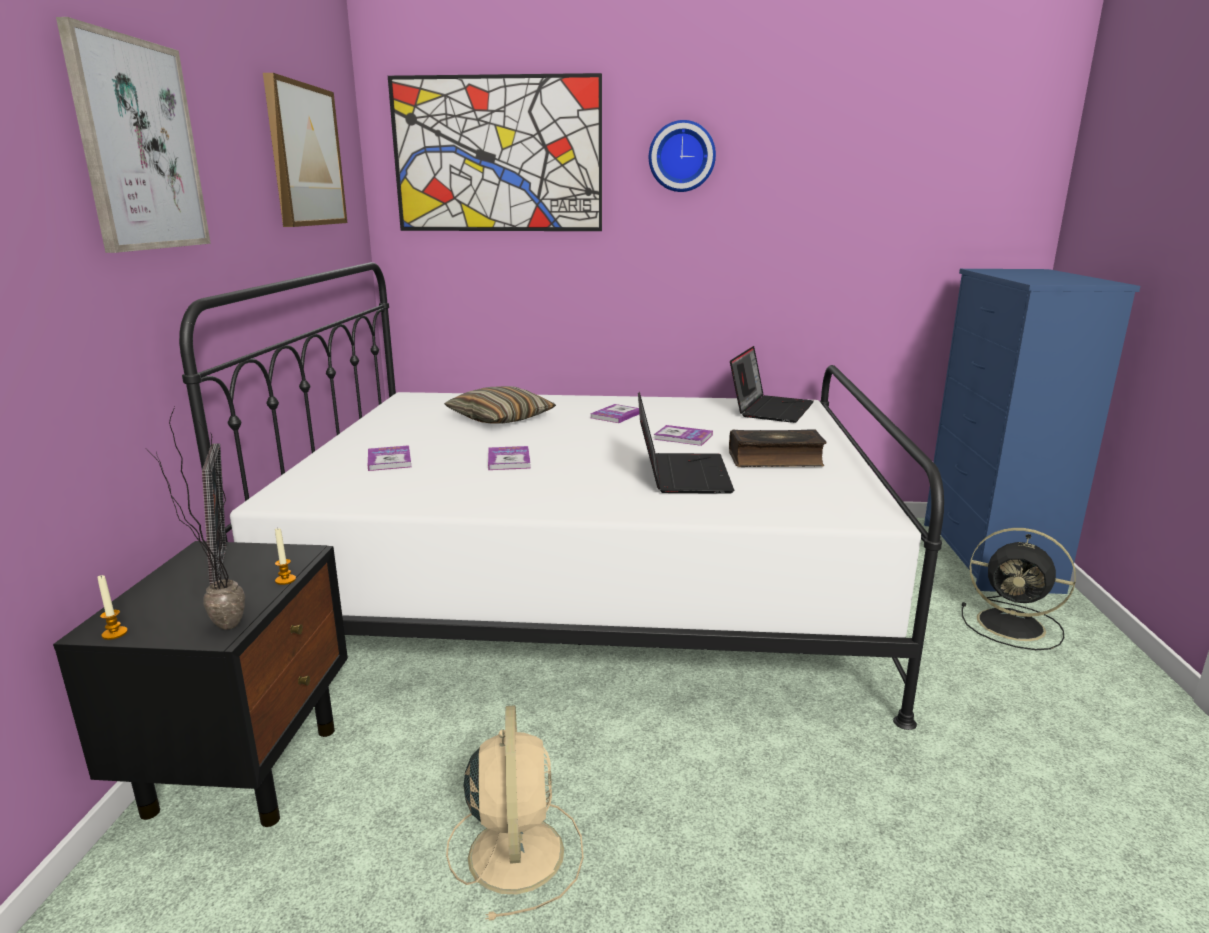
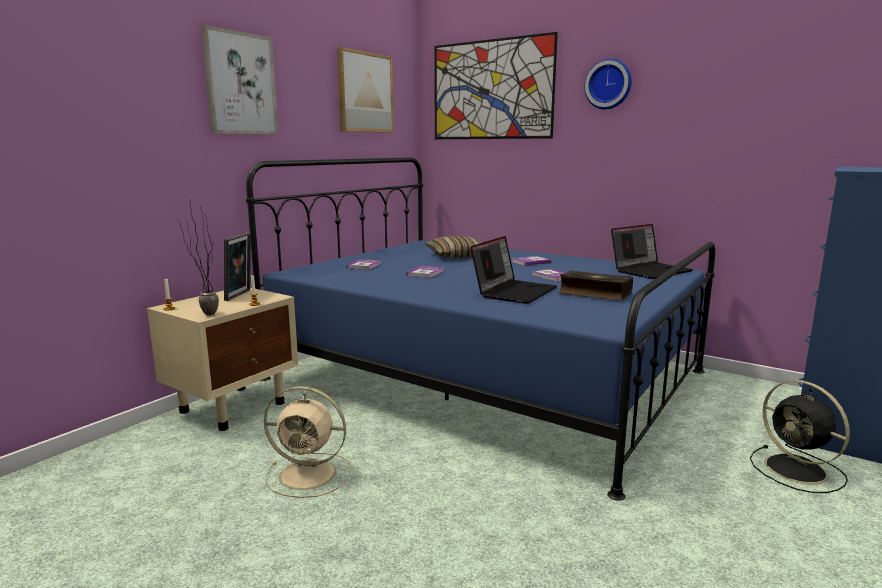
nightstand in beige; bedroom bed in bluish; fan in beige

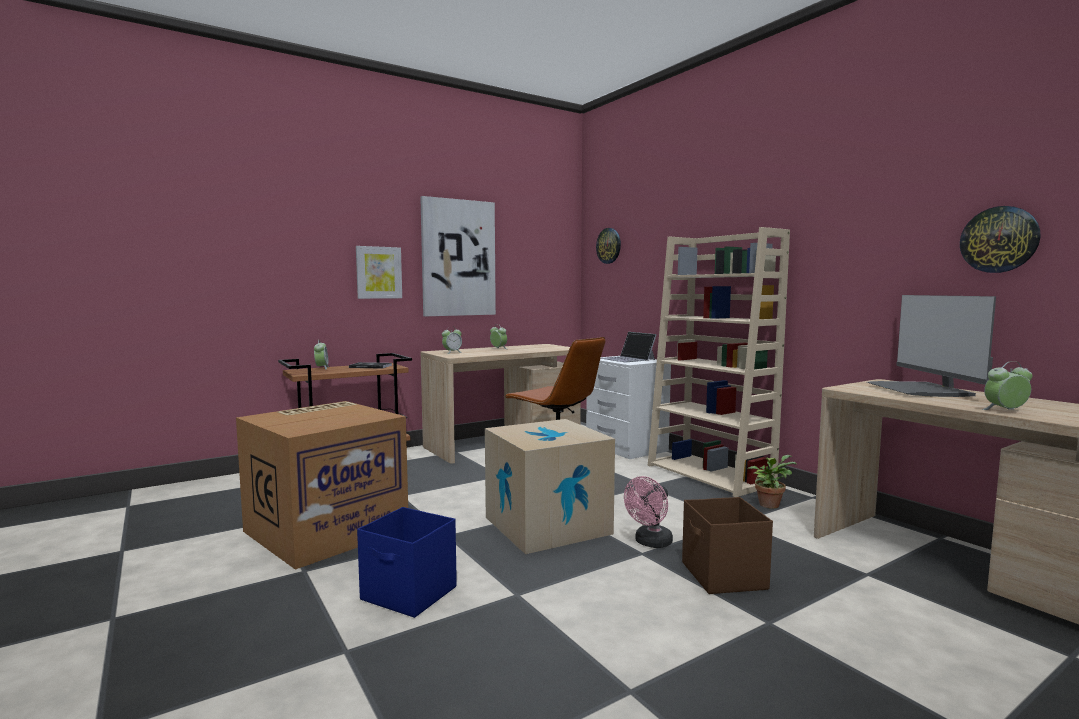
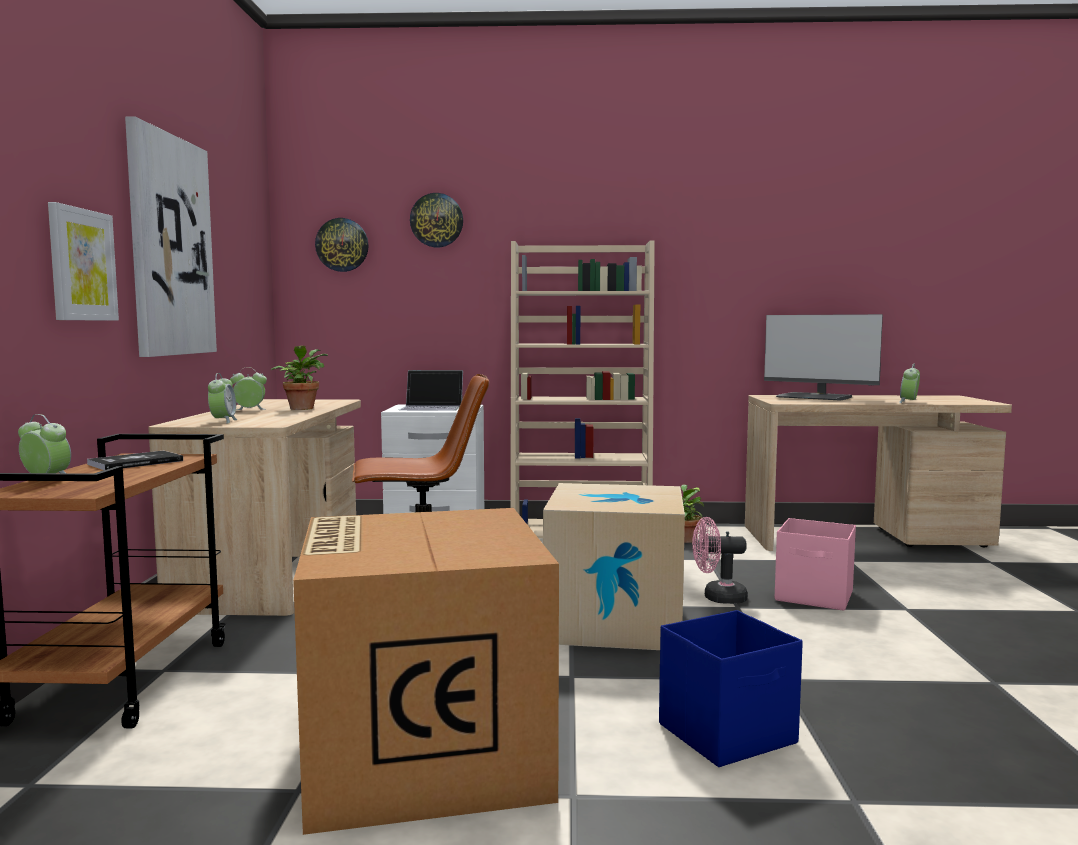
fan in pink-coloured; storage bin in pink-coloured; hanging clock (no. 2 from left); potted plant (no. 1 from left)

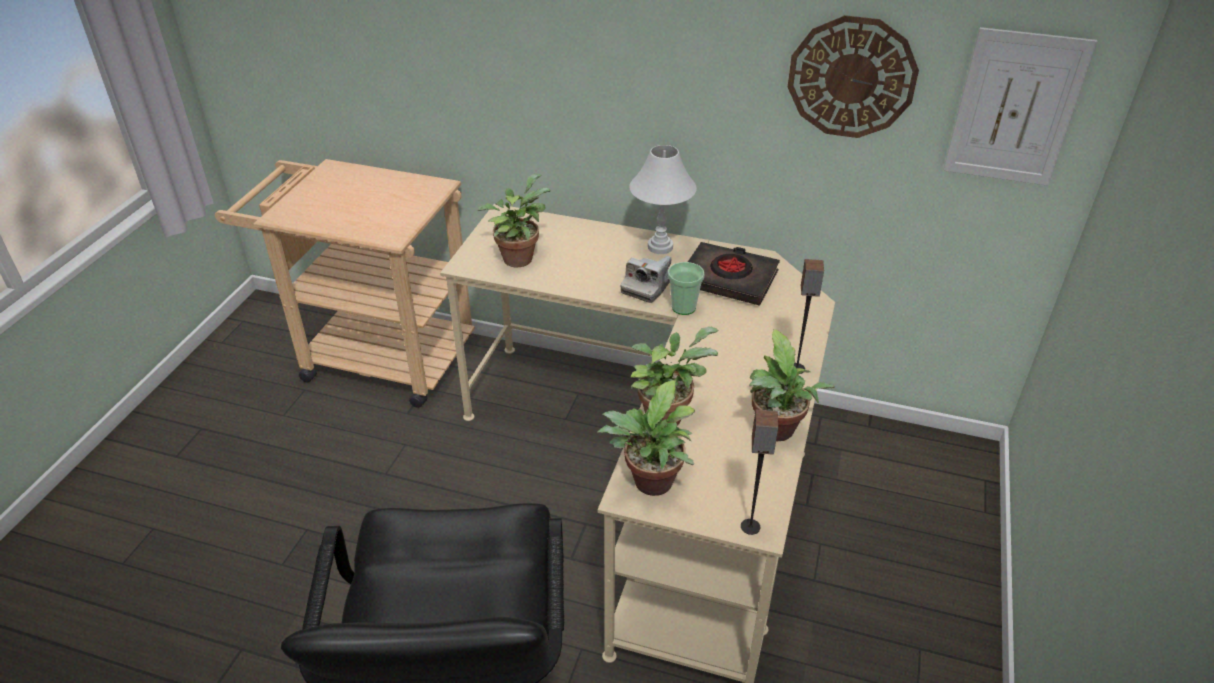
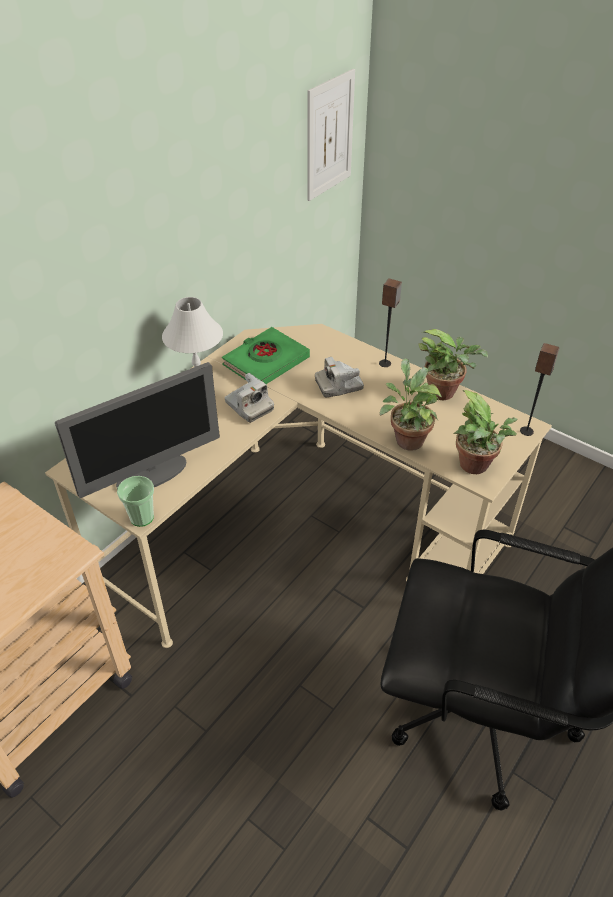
computer screen; small cup; book in green-coloured; hanging clock; still camera (no. 2 from left)

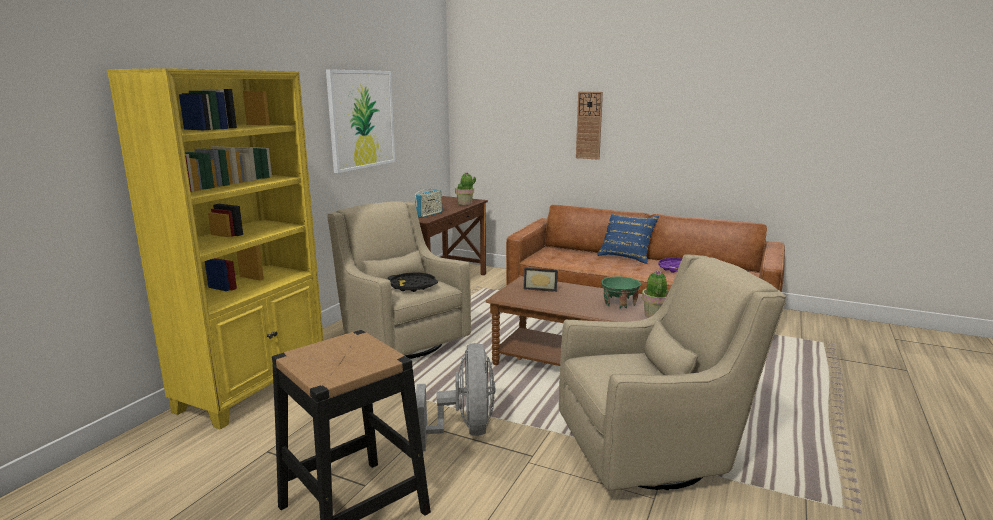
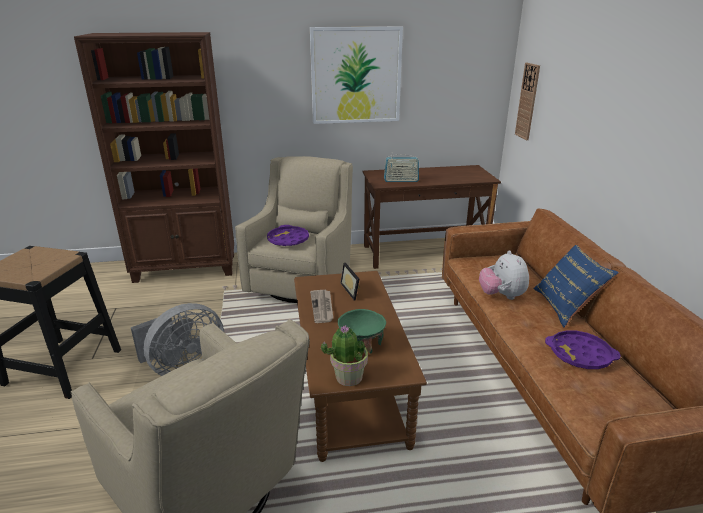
bookshelf in brownish; tray in purple-coloured (no. 1 from left); potted plant (no. 1 from left in the first image); hanging clock; daily paper; plush toy

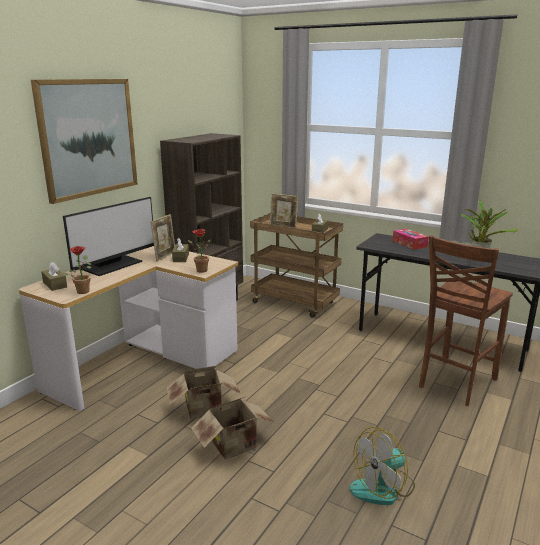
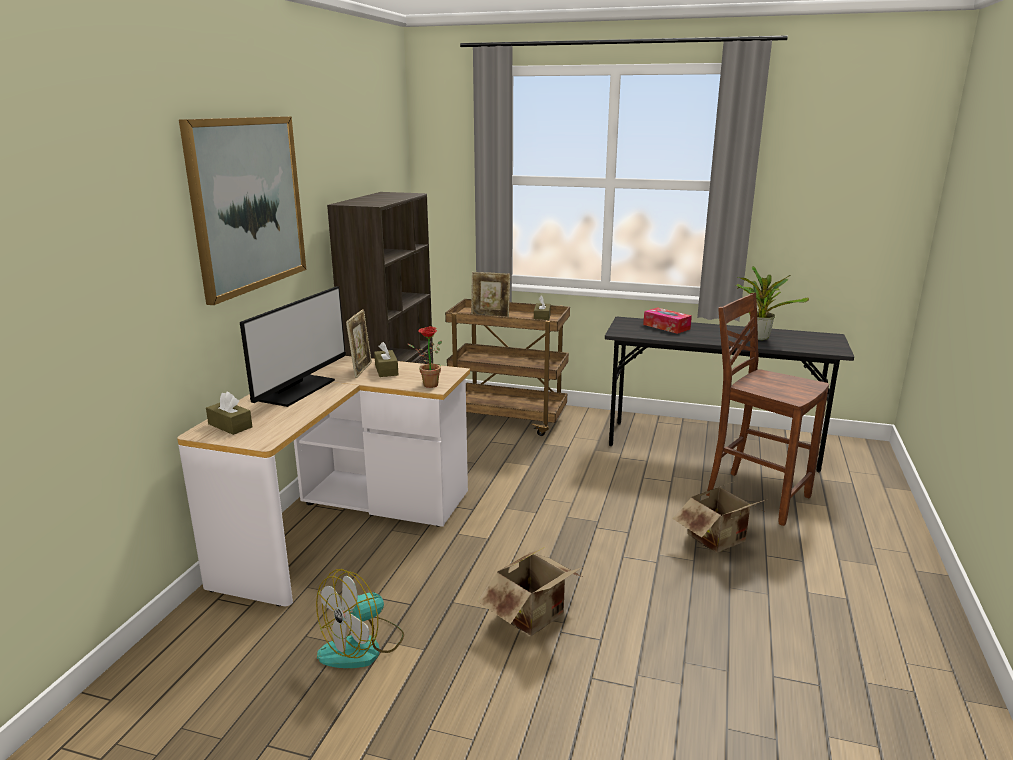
potted plant (no. 1 from left in the first image); cardboard box (no. 2 from left); fan; plain chair in brownish

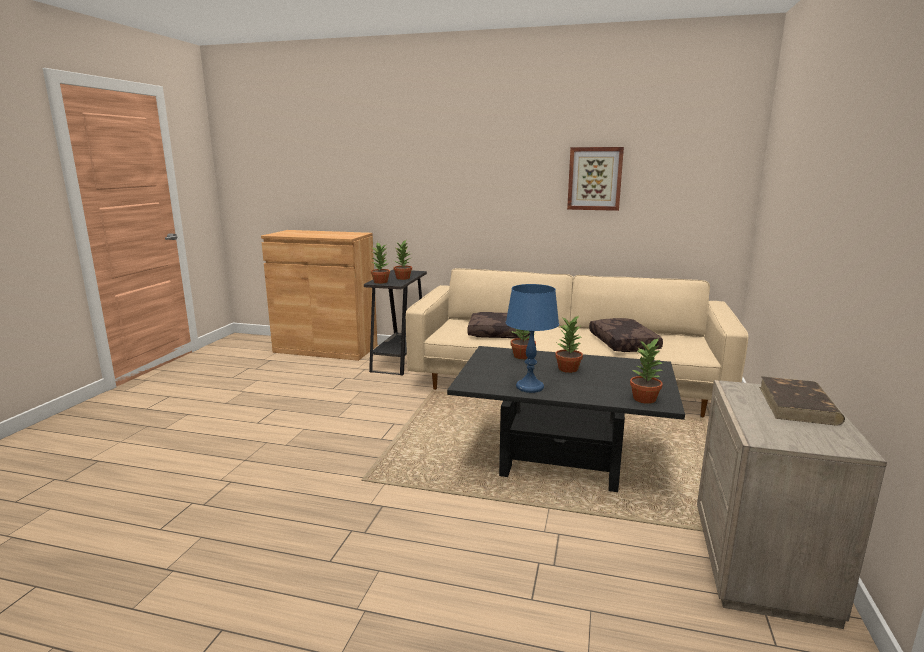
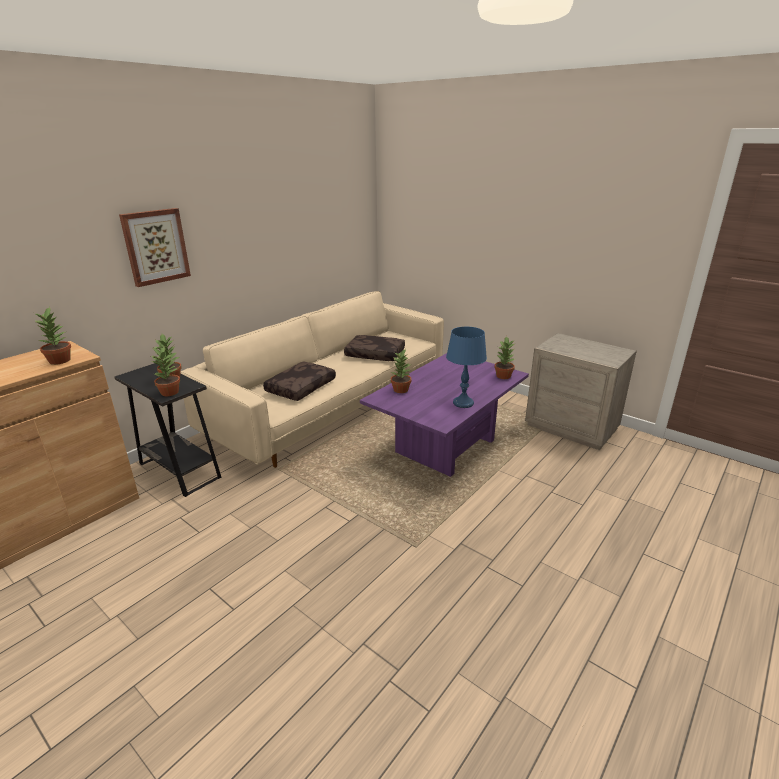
coffee table in purple-coloured; potted plant (no. 1 from left); wall art; book in brownish

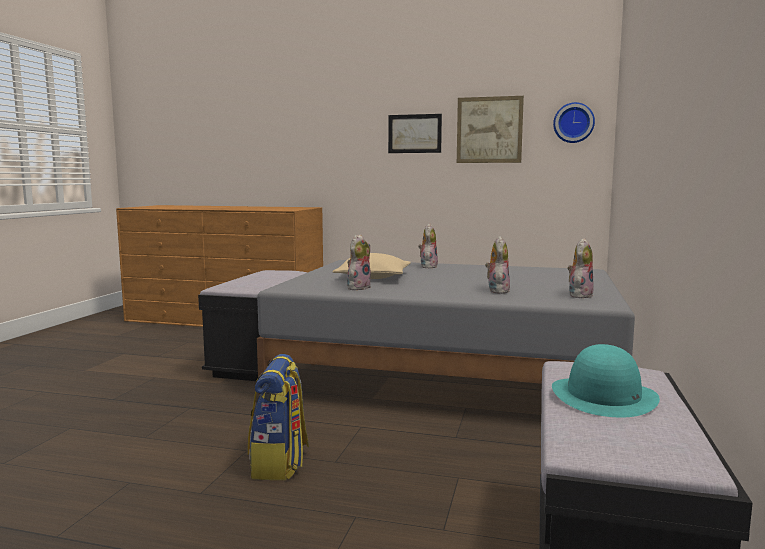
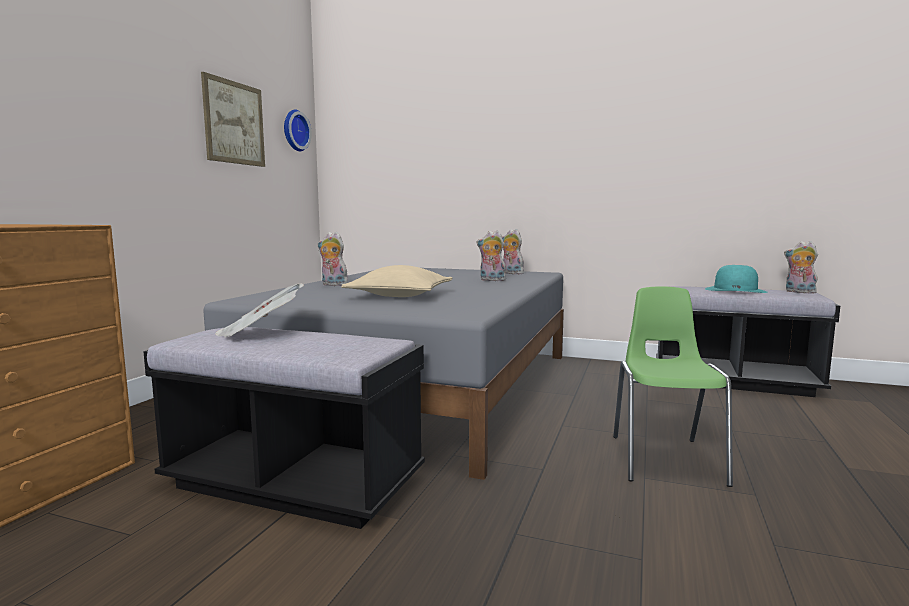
plain chair in green-coloured; plush toy (no. 4 from left); wall art (no. 1 from left in the first image); daily paper

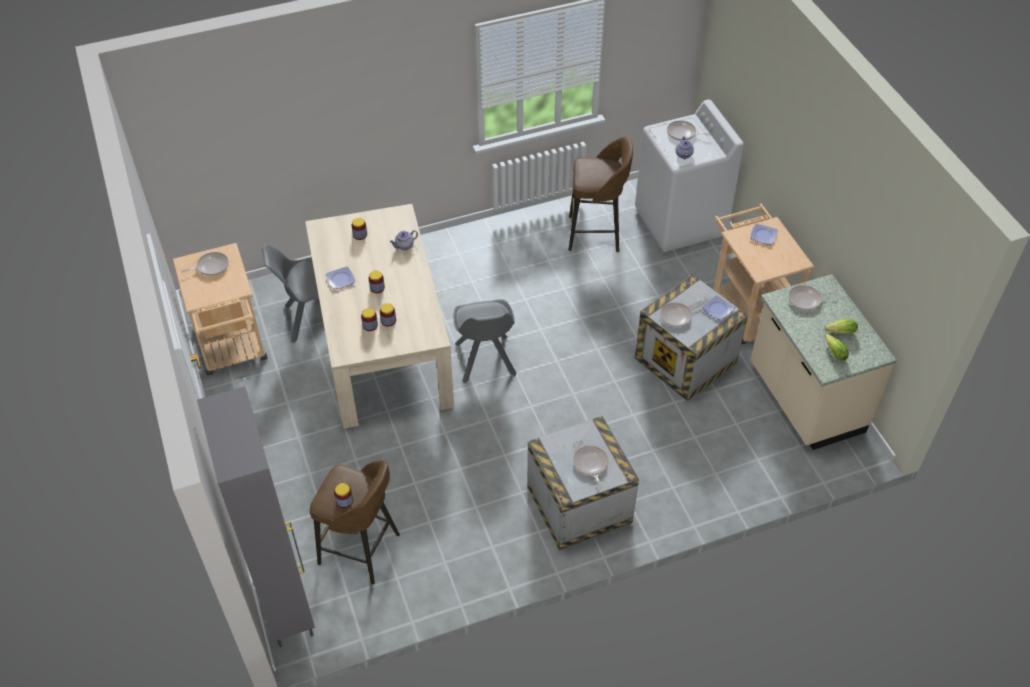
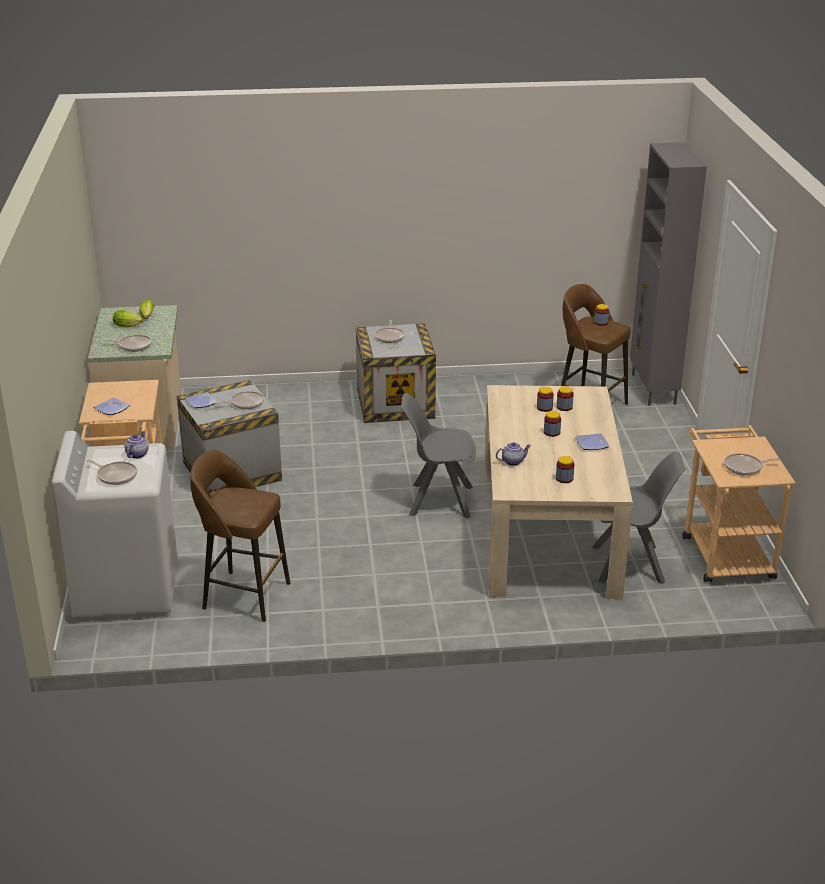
plain chair in grey (no. 1 from left)

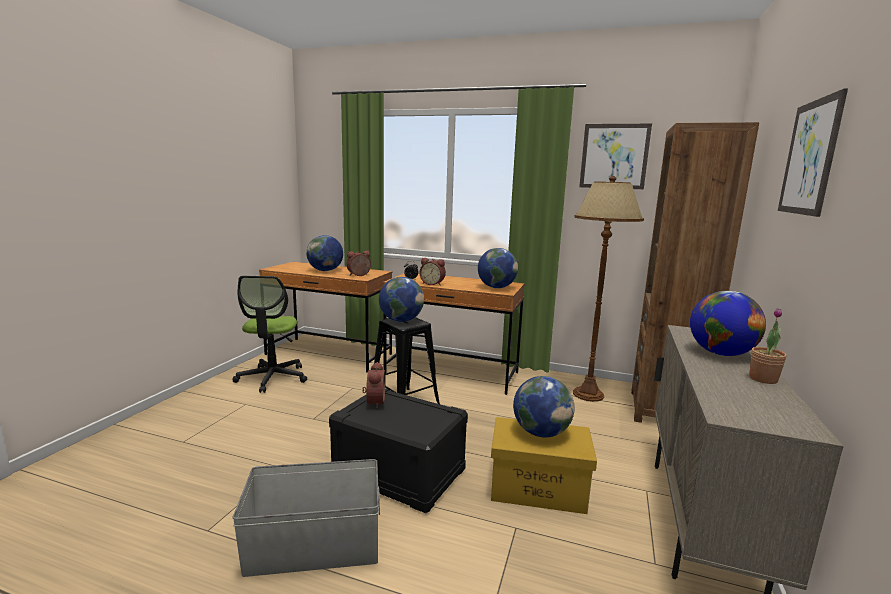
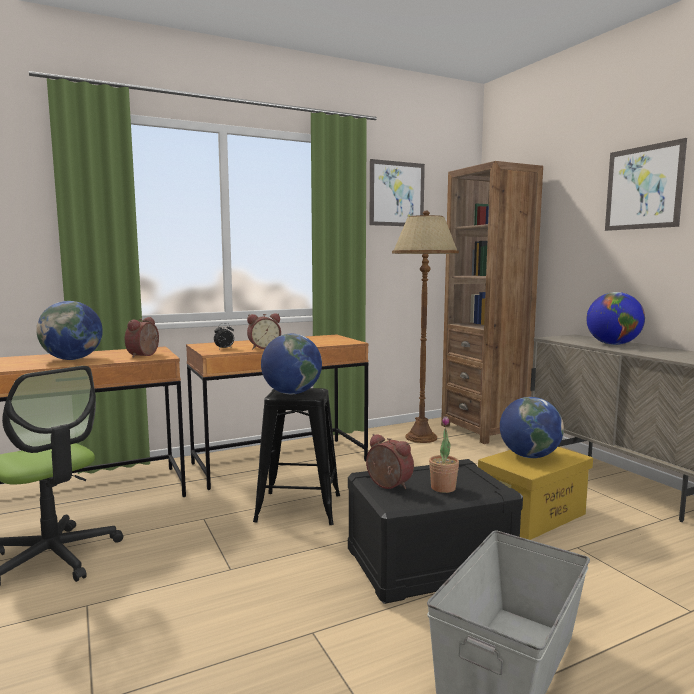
globe (no. 3 from left in the first image); potted plant

